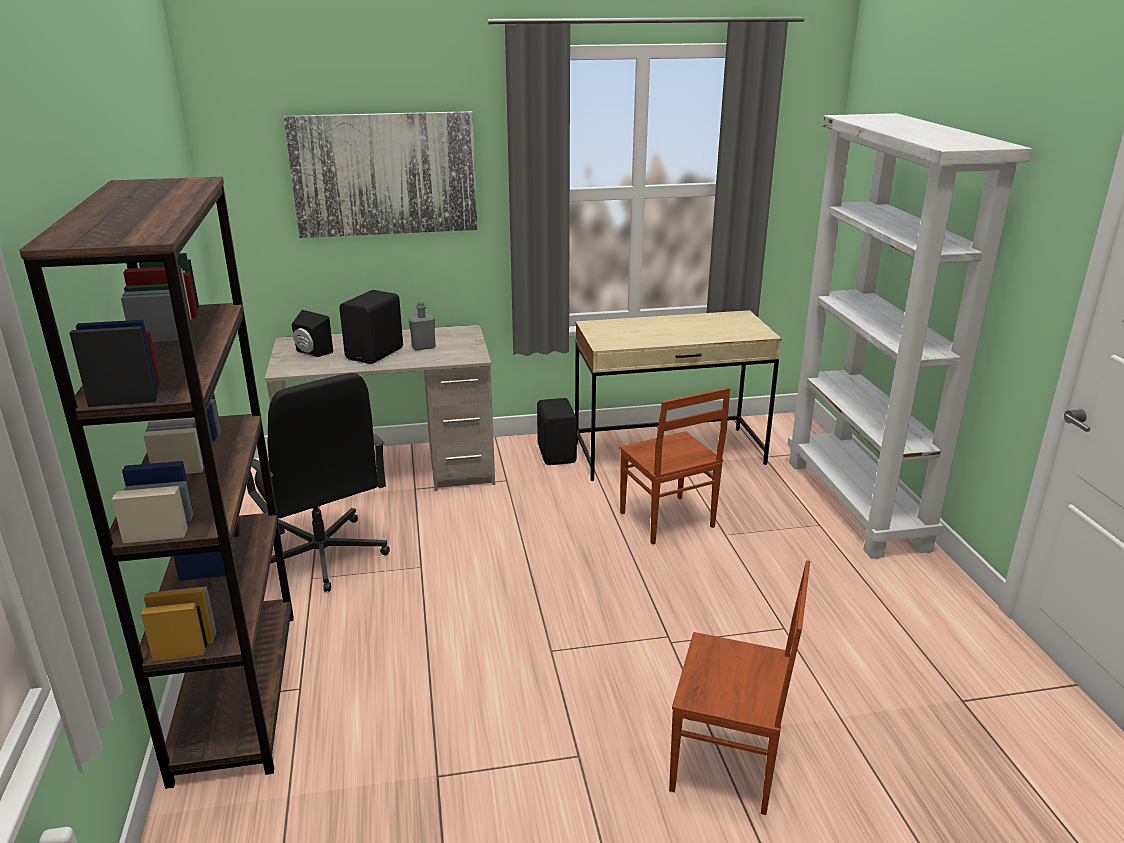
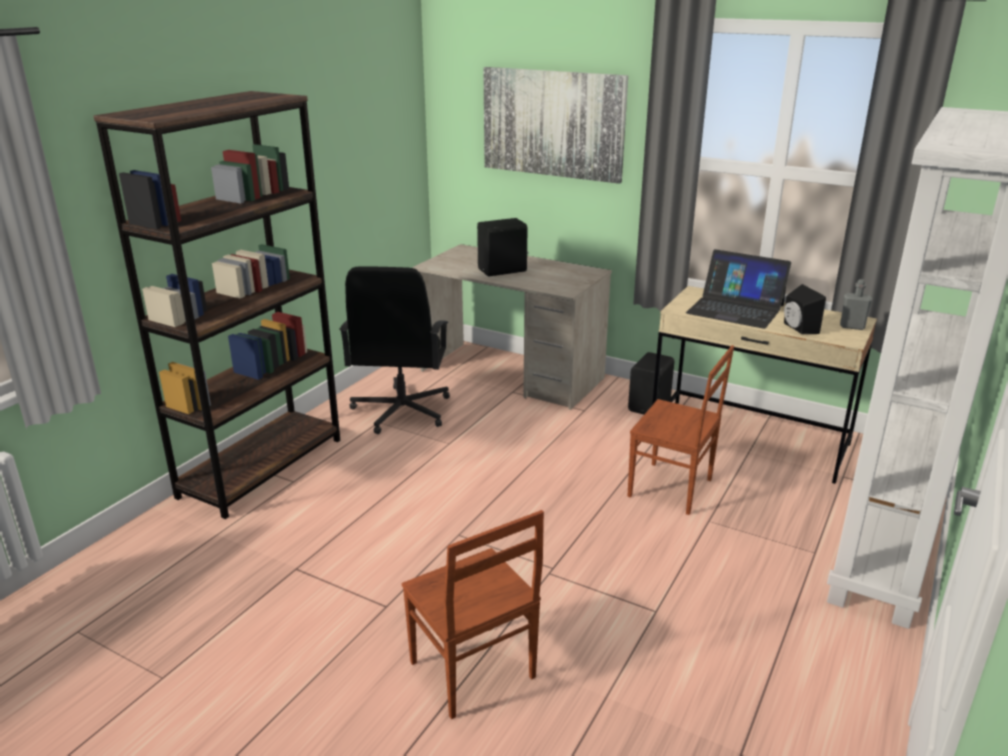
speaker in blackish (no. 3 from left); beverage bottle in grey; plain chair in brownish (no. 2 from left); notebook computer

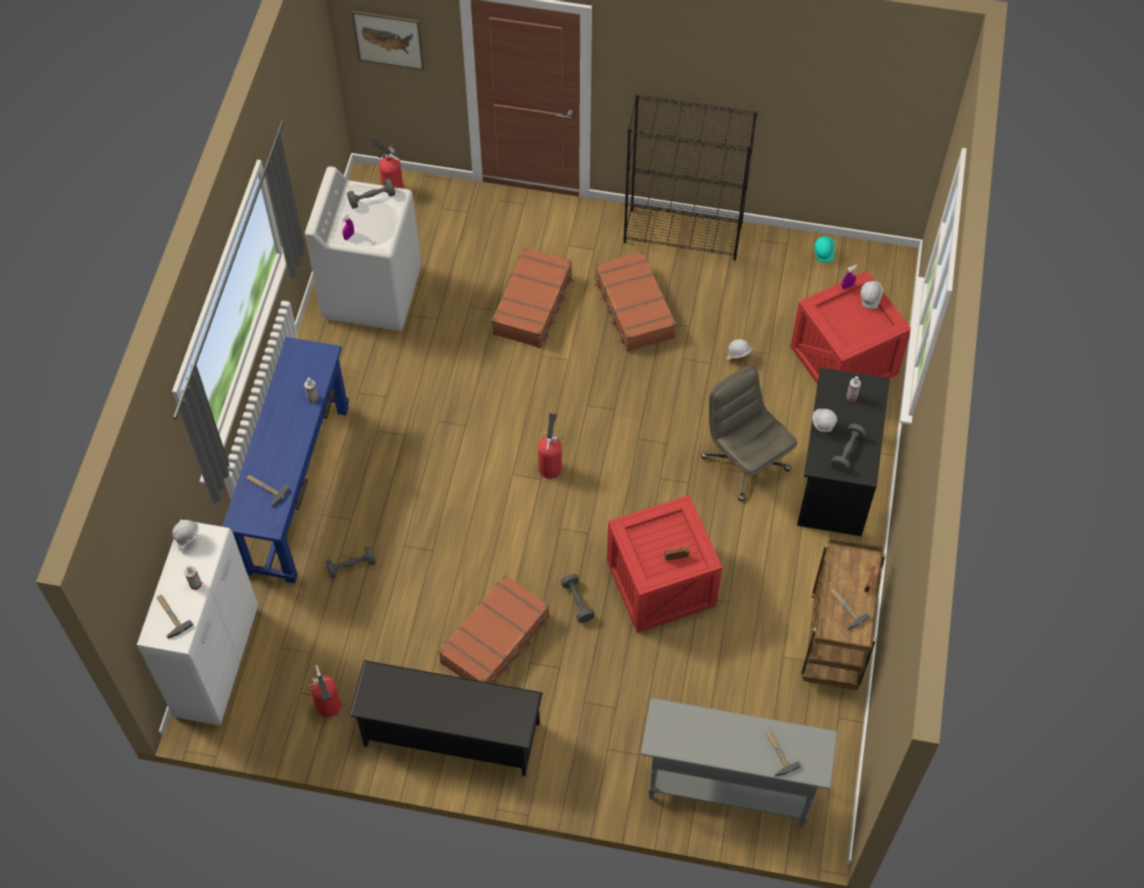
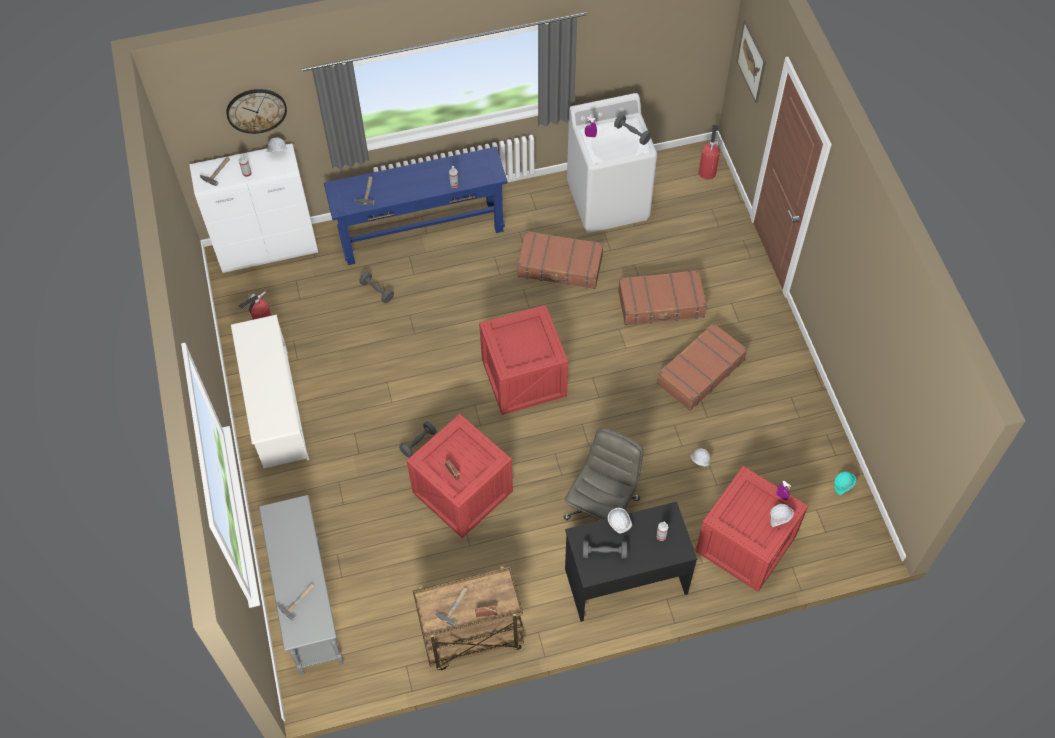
shoe stand in whitish; piece of luggage in brownish (no. 1 from left); shipping crate (no. 2 from left); bookshelf in blackish; hanging clock

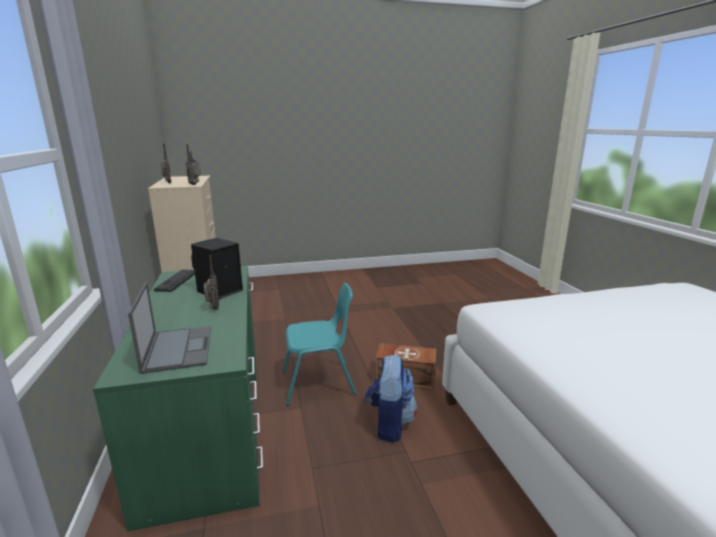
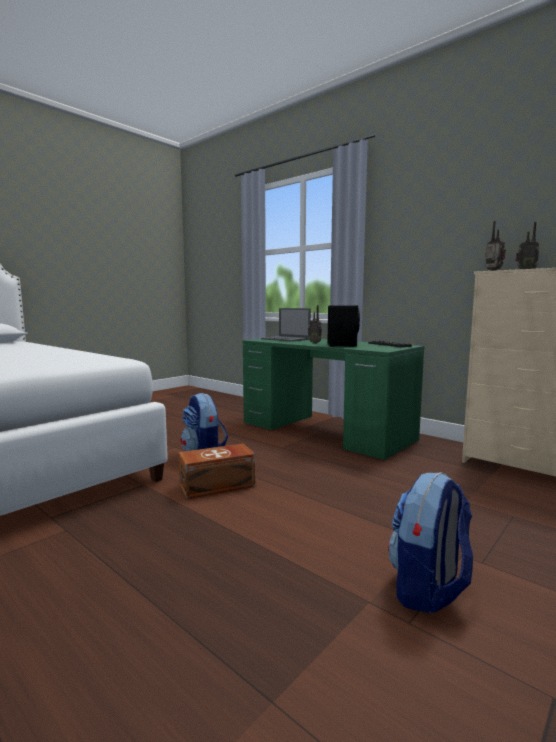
plain chair in turquoise-coloured; rucksack (no. 2 from left)

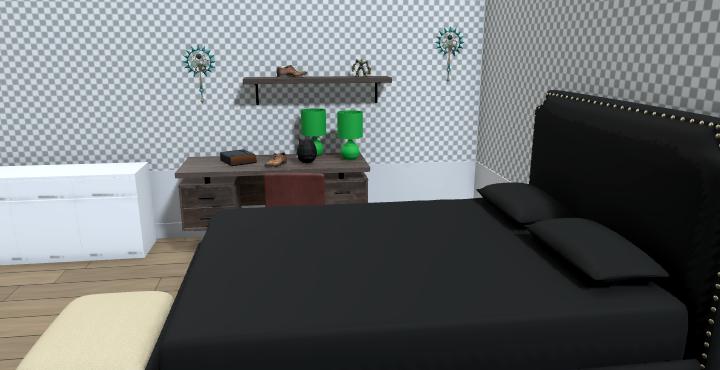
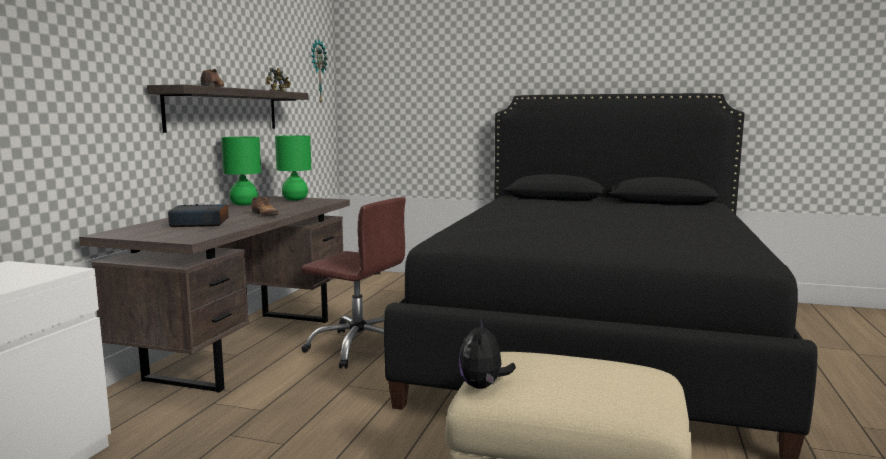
hanging clock (no. 1 from left in the first image); plush toy

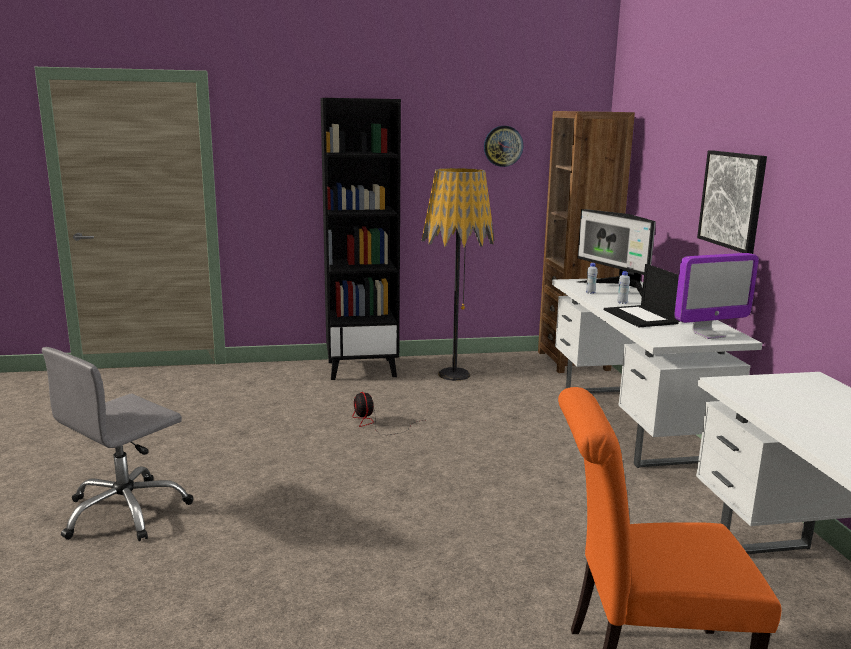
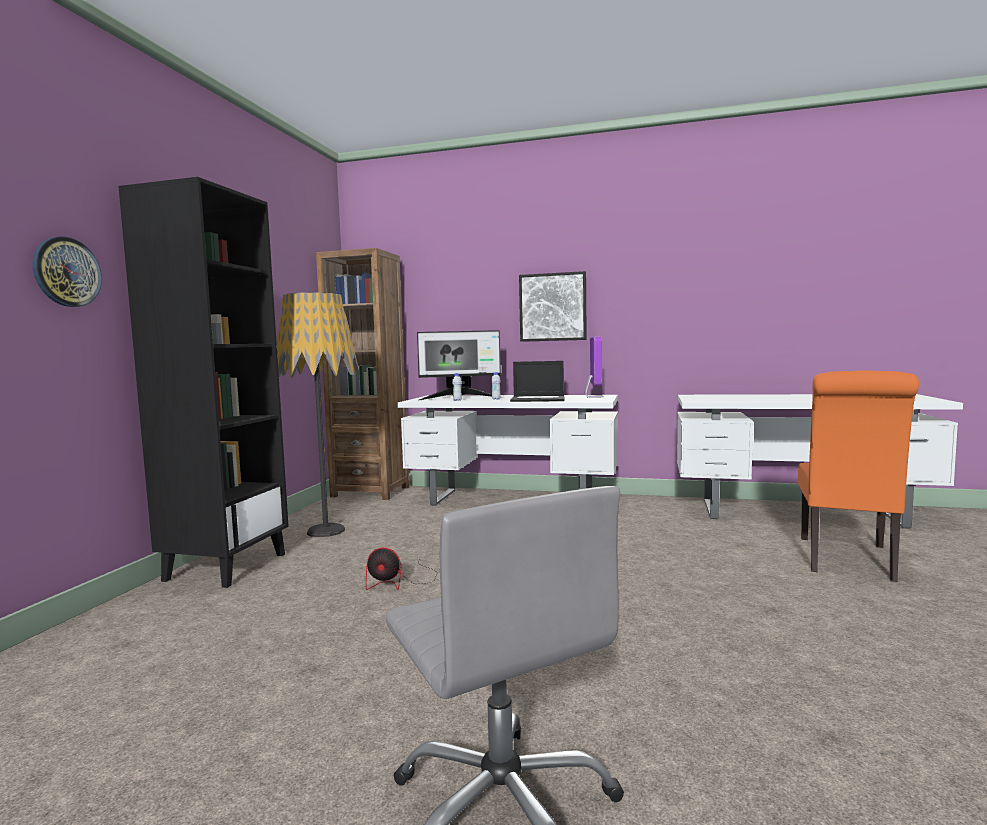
hanging clock

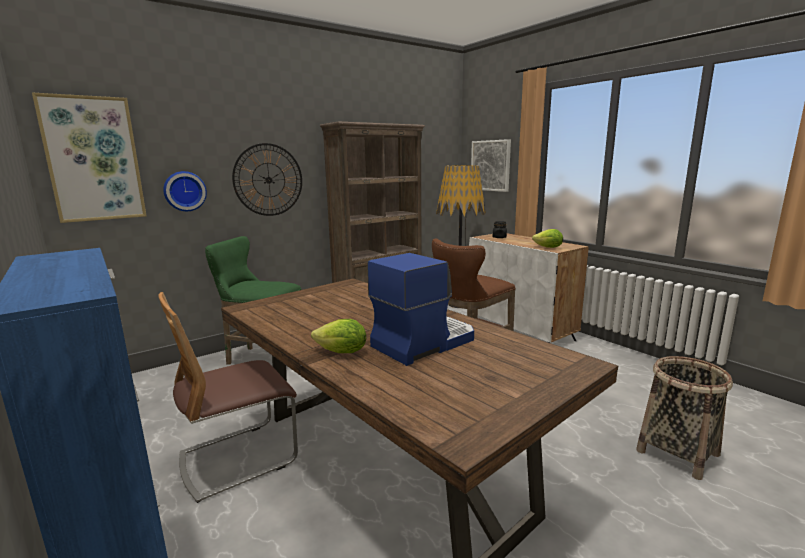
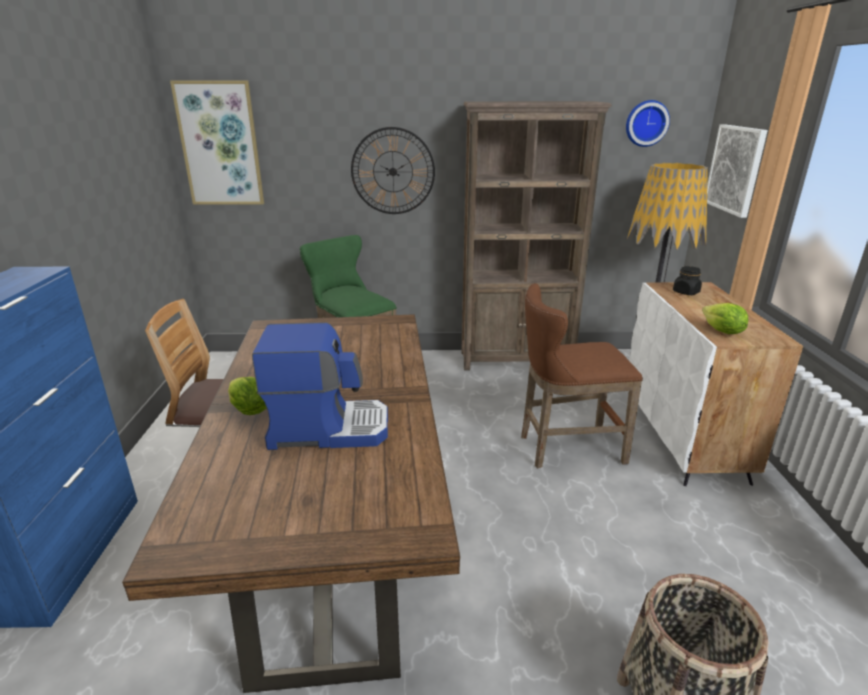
hanging clock (no. 2 from left)

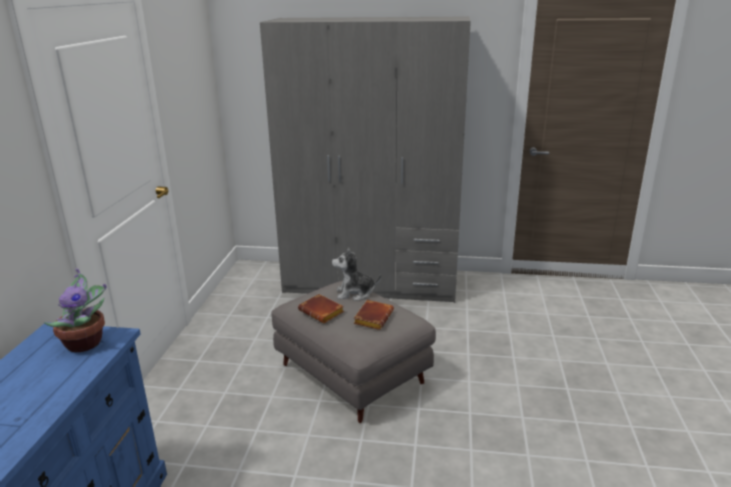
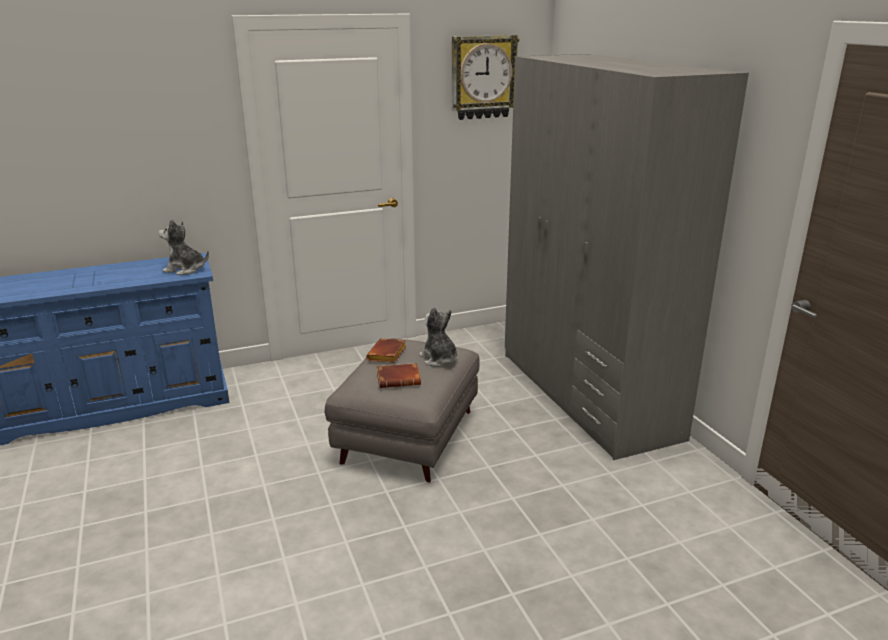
plush toy (no. 1 from left); hanging clock

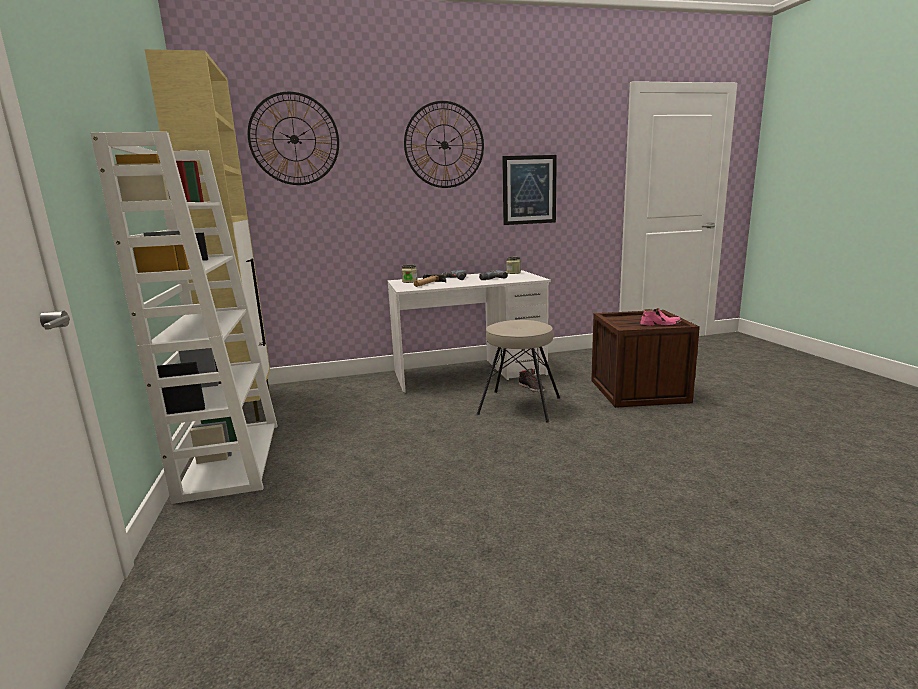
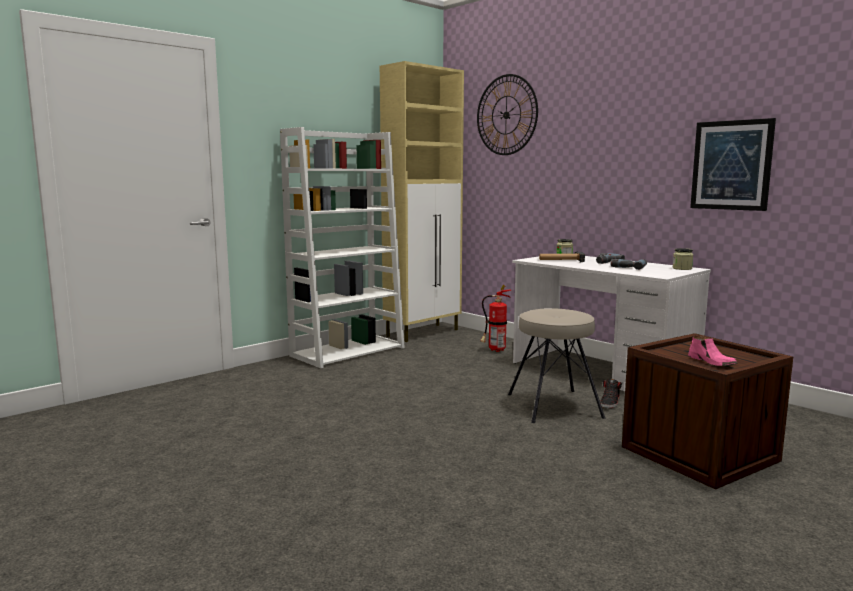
hanging clock (no. 2 from left in the first image); fire-fighting cylinder

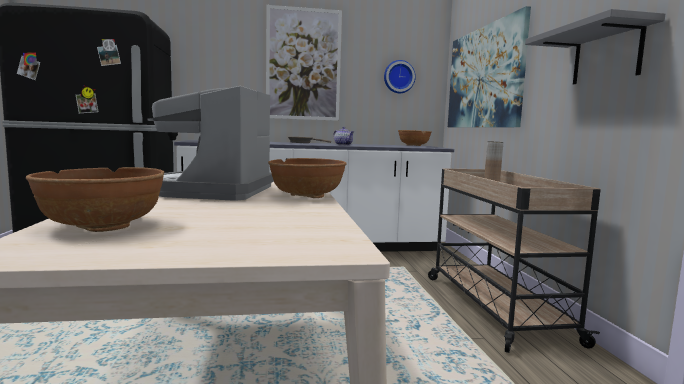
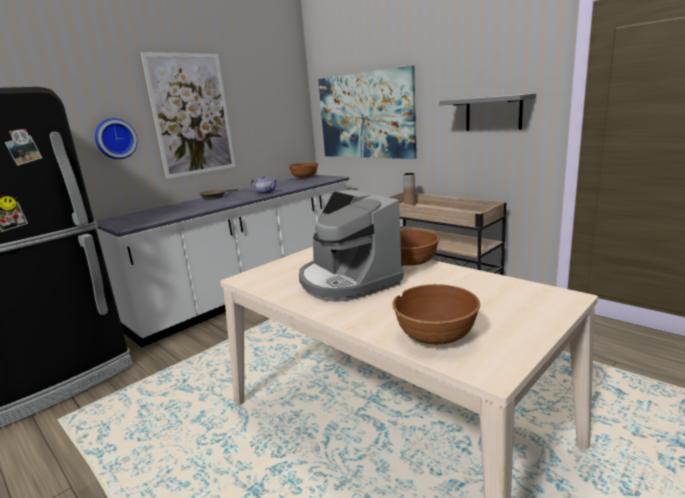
hanging clock

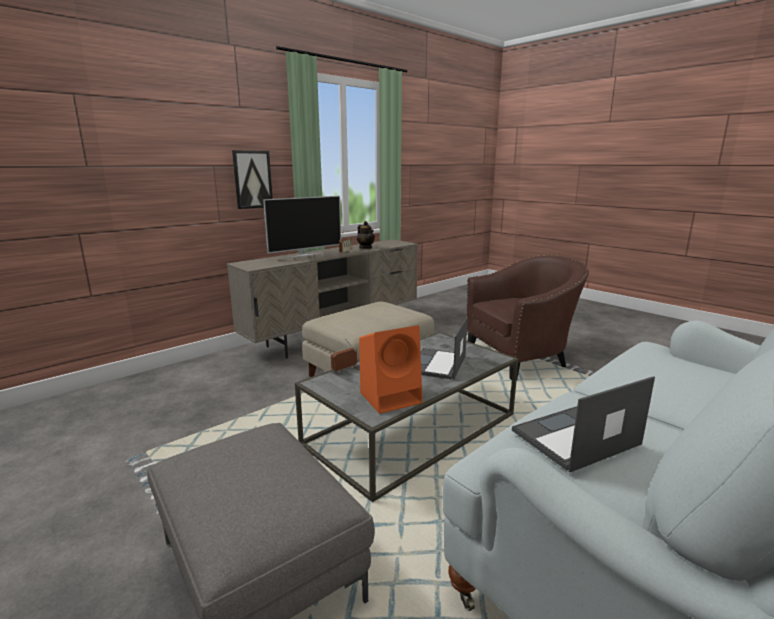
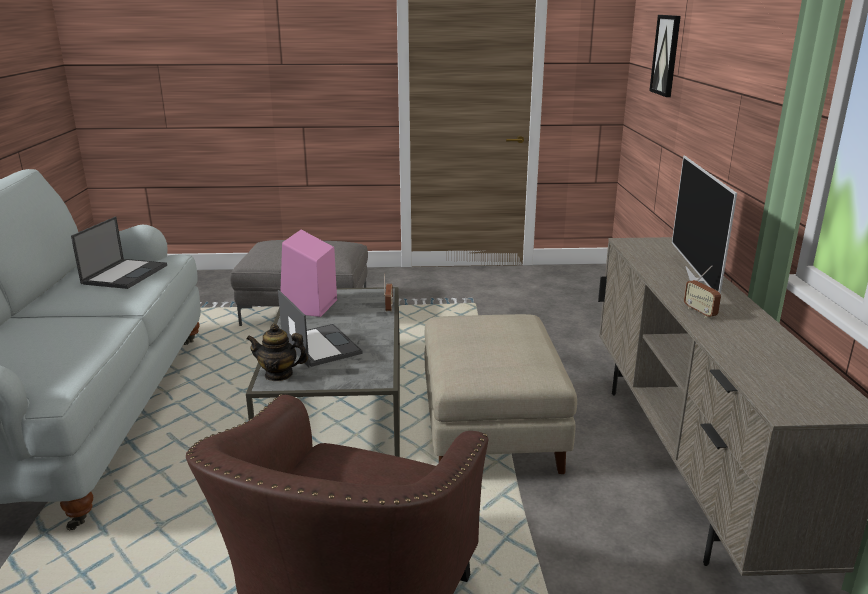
wall art; pot for tea; speaker in pink-coloured

